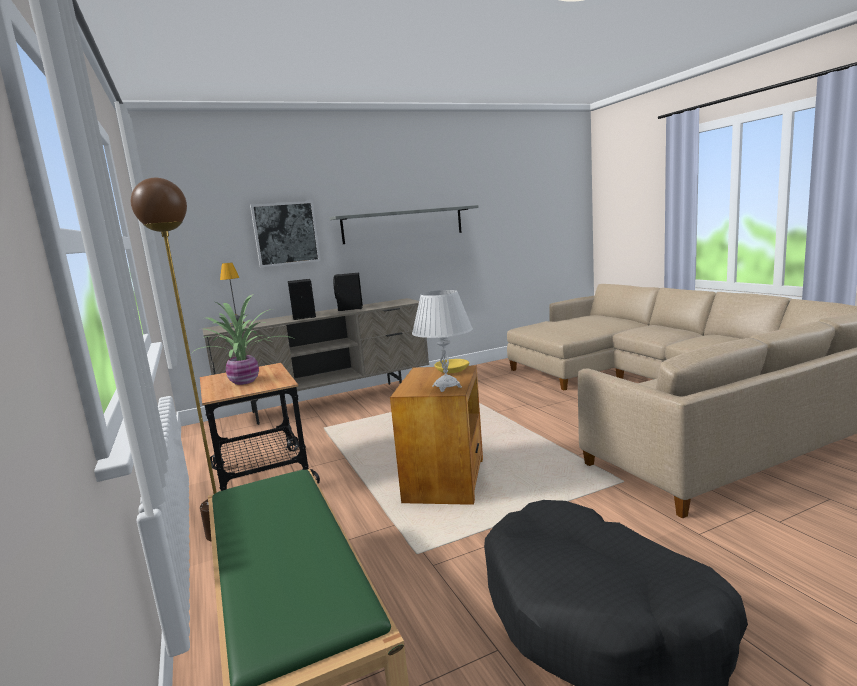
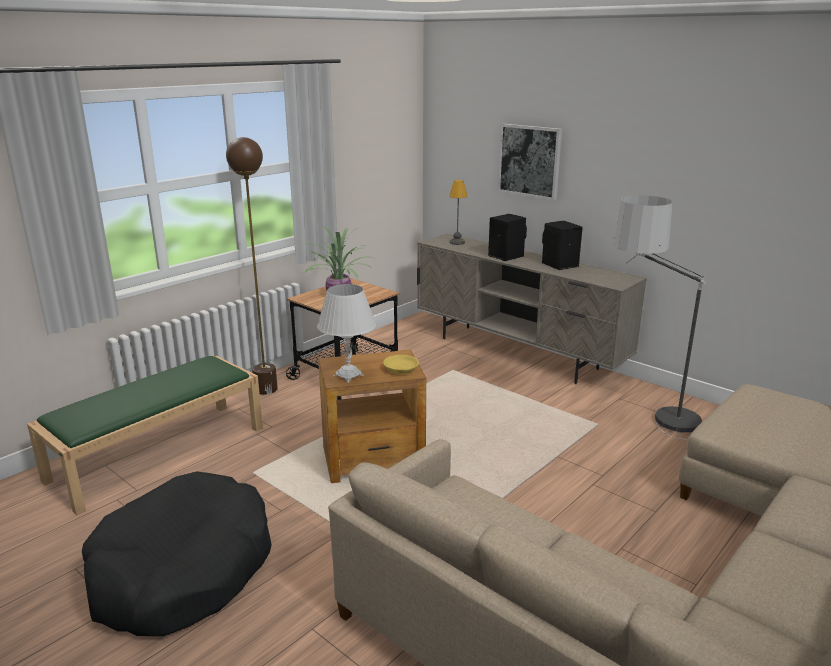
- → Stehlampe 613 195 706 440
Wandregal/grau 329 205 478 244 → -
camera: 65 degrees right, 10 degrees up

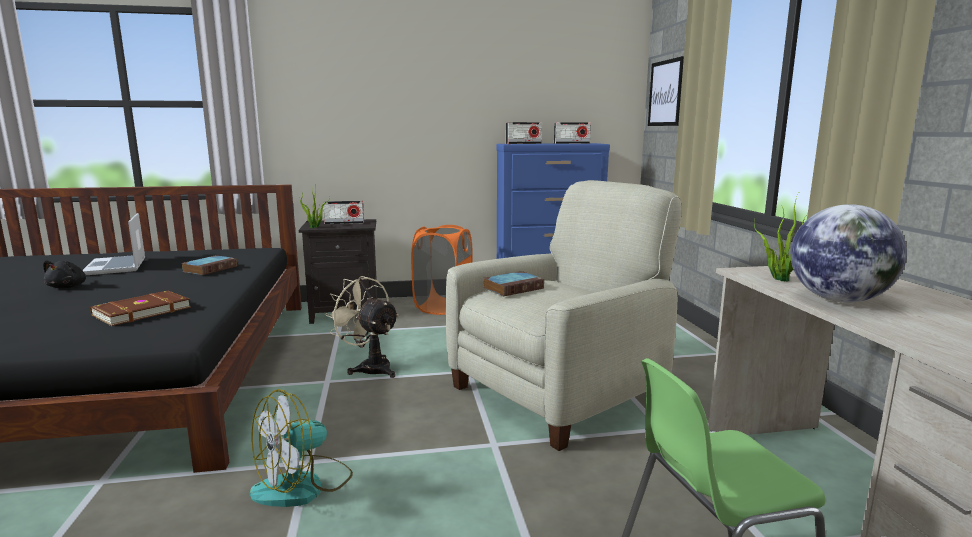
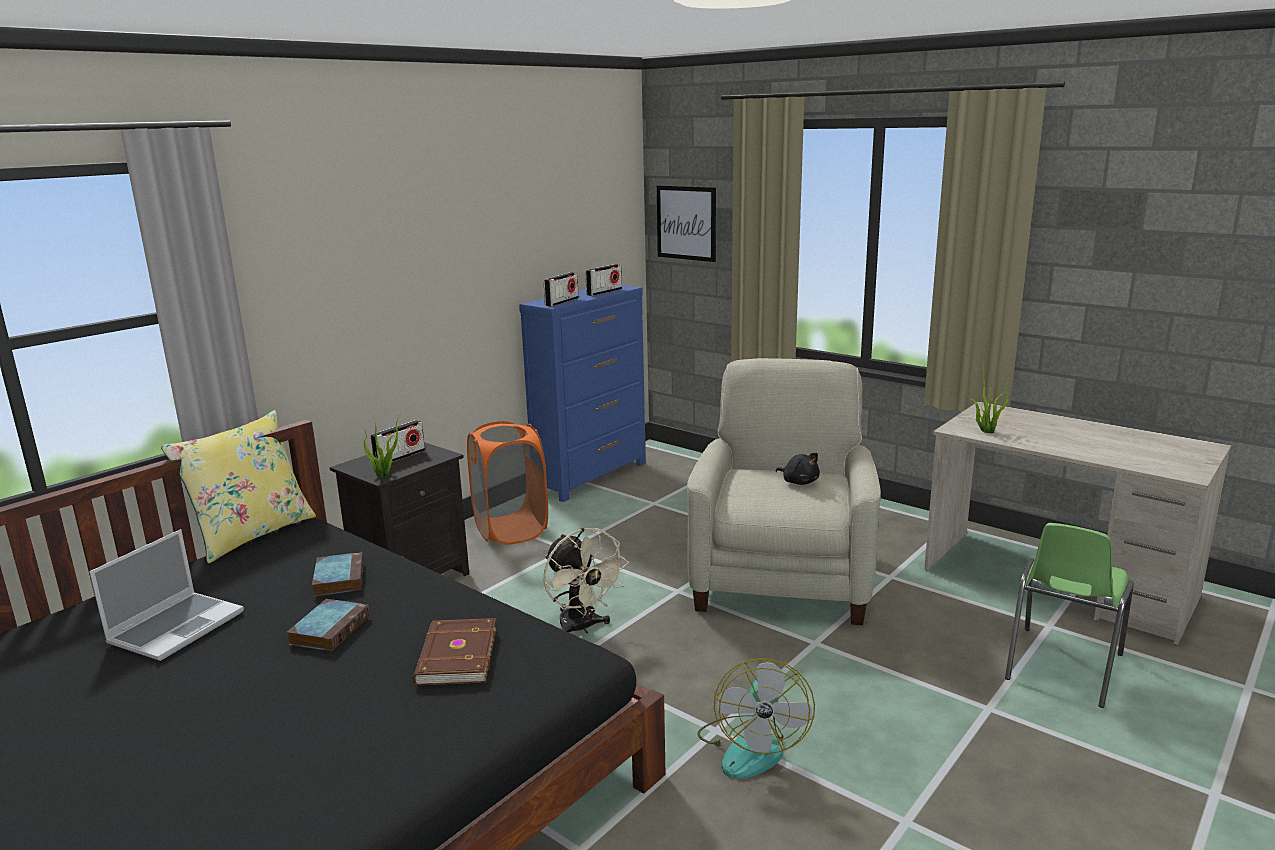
Laptop 82 213 145 275 → Laptop 89 529 244 661, 90 degrees counterclockwise
- → Kissen/gelb 161 410 316 563
Buch 484 271 544 296 → Buch 287 599 370 651, relocated
Ventilator/beige 325 276 399 378 → Ventilator/beige 544 528 629 633, 120 degrees counterclockwise
Plüschtier/schwarz 43 261 86 288 → Plüschtier/schwarz 776 453 820 485, relocated
Globus 790 204 907 303 → -
camera: 40 degrees left, 5 degrees up

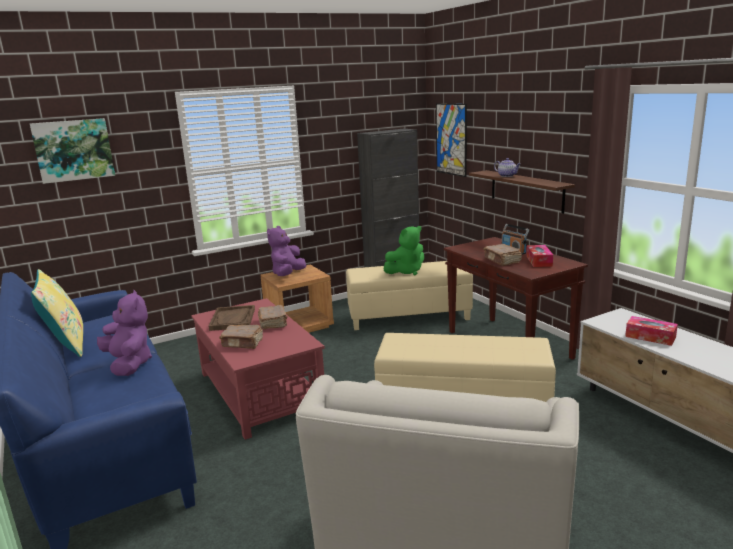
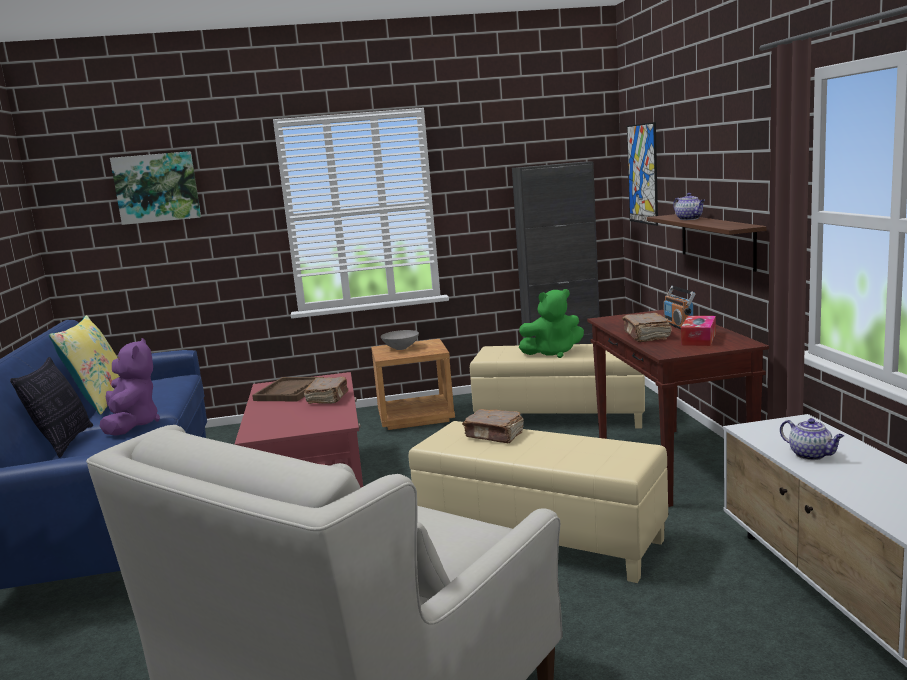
- → Kissen 10 357 93 458
Plüschtier/lila 267 226 306 276 → Schüssel/grau 381 330 419 350
Buch/braun 219 325 263 349 → Buch/braun 462 409 524 443, relocated
Taschentuchbox 625 316 678 346 → Teekanne 780 418 844 460
camera: 20 degrees right, 5 degrees down

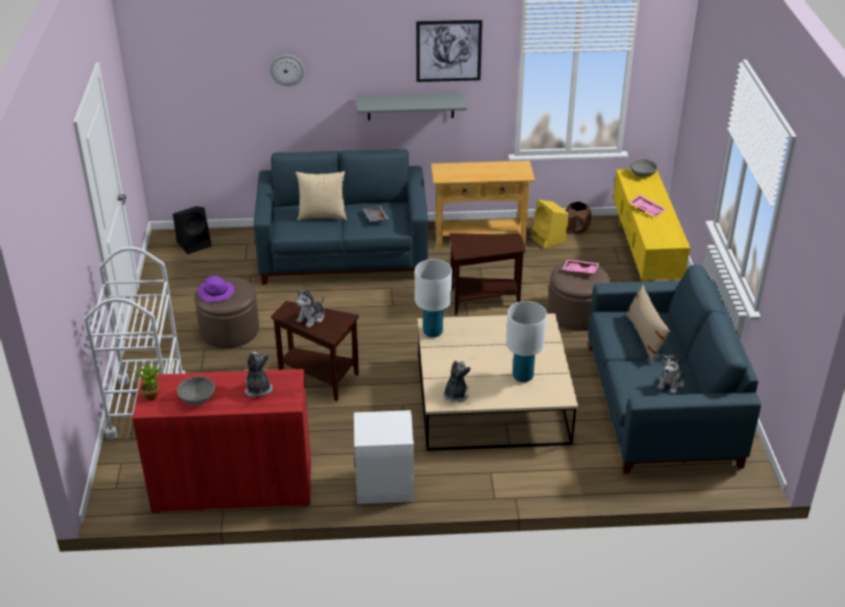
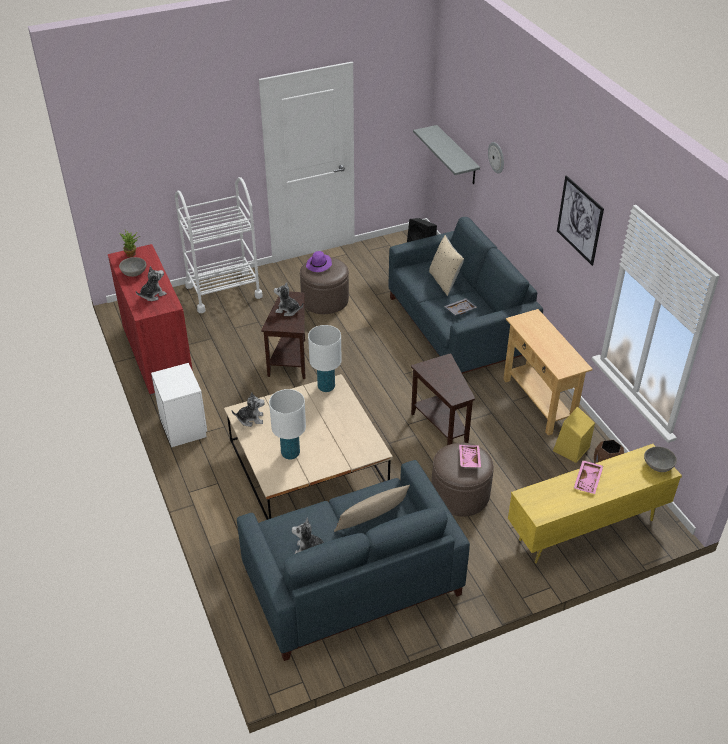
Wandregal/grau 357 93 467 120 → Wandregal/grau 413 125 480 184, relocated
camera: 70 degrees right, 5 degrees up

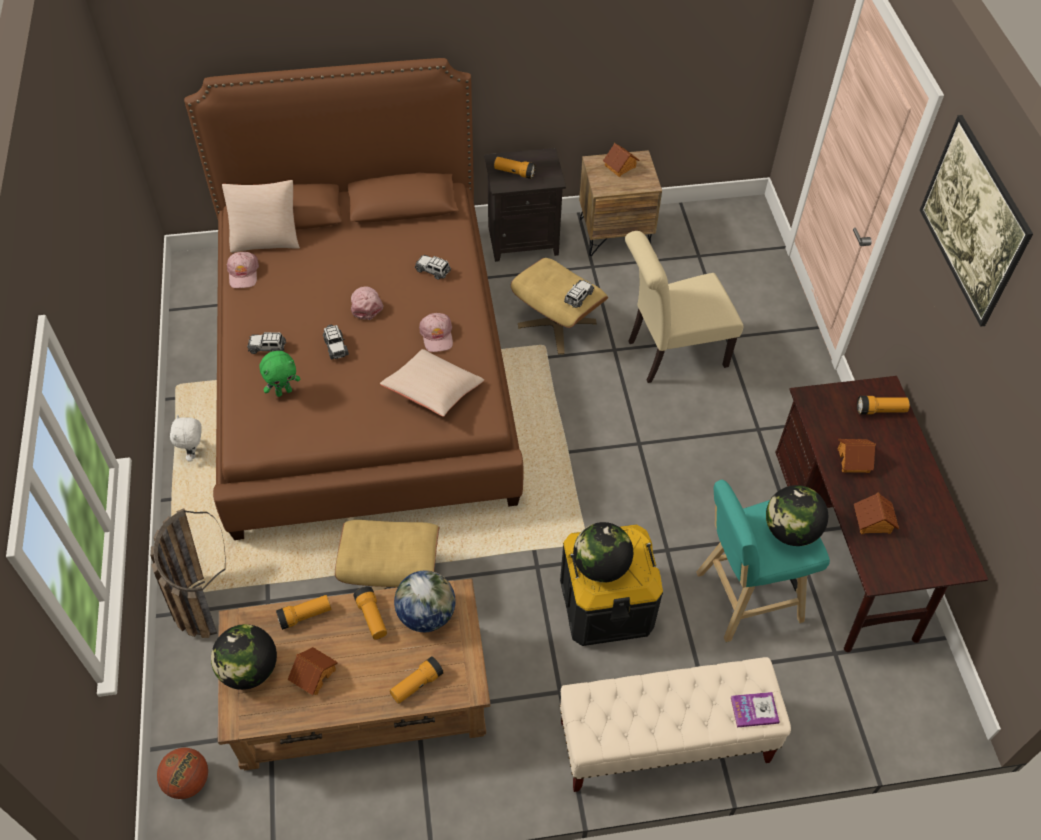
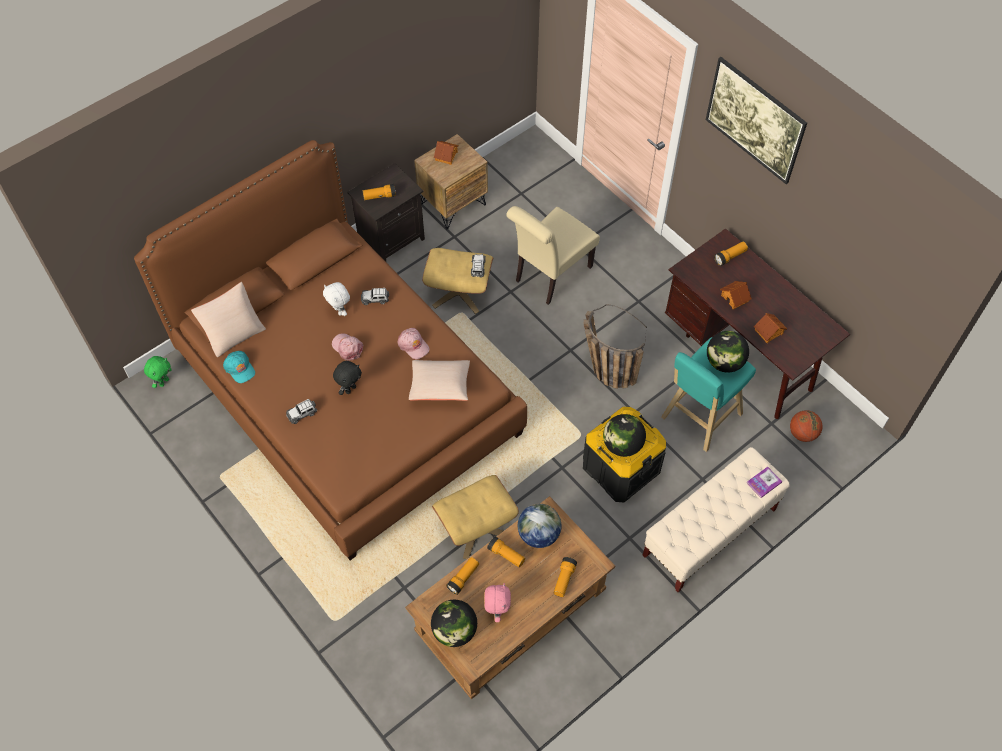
Plüschtier/grün 259 351 301 397 → Plüschtier/grün 144 356 172 388, relocated
Kappe/rosa 227 252 259 288 → Kappe/türkis 223 351 255 383
Plüschtier/weiß 170 414 202 461 → Plüschtier/weiß 323 282 350 316, relocated
Spielzeugauto 323 325 349 359 → Plüschtier/schwarz 333 361 362 395
Spielzeughaus 288 647 338 695 → Plüschtier/rosa 485 583 511 622
Korb 150 509 226 638 → Korb 584 304 647 389, relocated
Basketball 157 748 208 799 → Basketball 790 410 823 442, relocated
camera: 30 degrees left, 5 degrees up

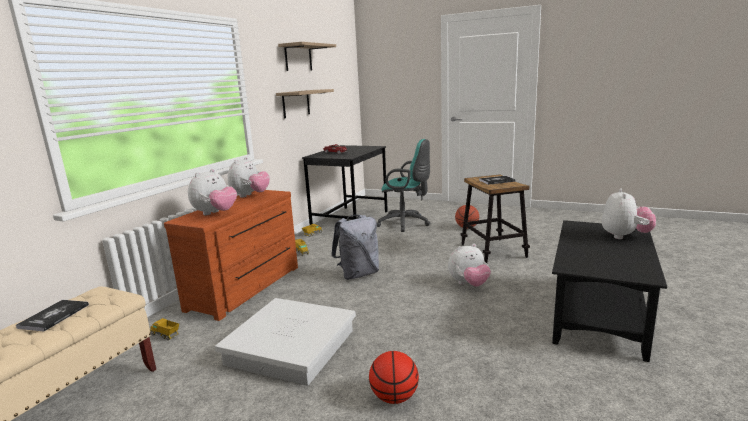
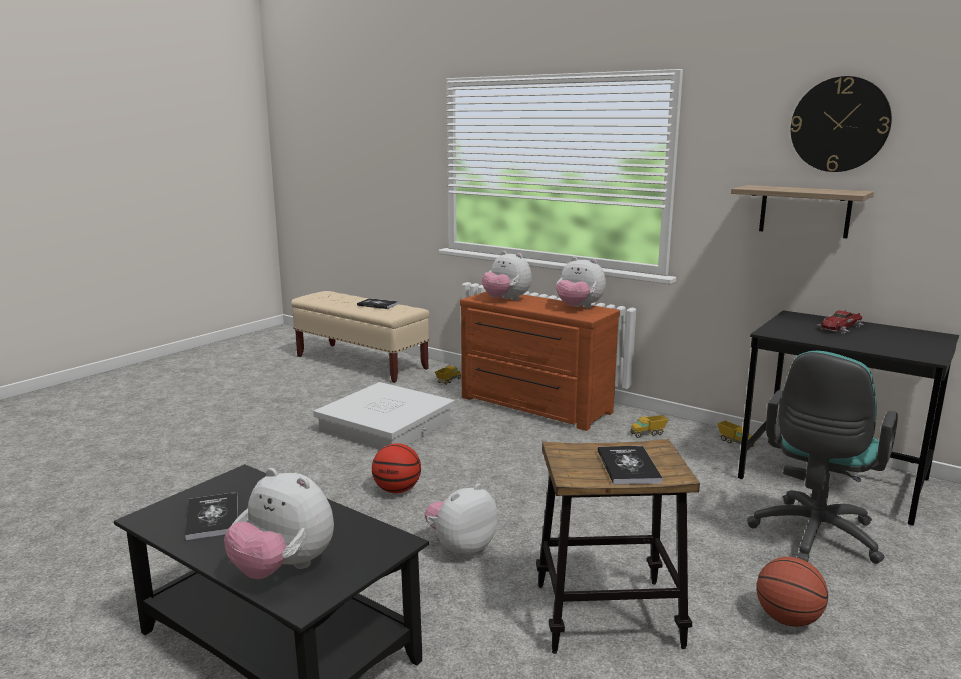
- → Buch 185 492 238 541
Basketball 369 351 419 404 → Basketball 372 443 421 493, relocated
Plüschtier 448 244 491 286 → Plüschtier 424 484 498 558, 60 degrees clockwise
Wandregal 278 42 336 71 → Wanduhr 791 76 892 172
Rucksack/grau 331 215 379 280 → -
camera: 100 degrees right, 0 degrees up

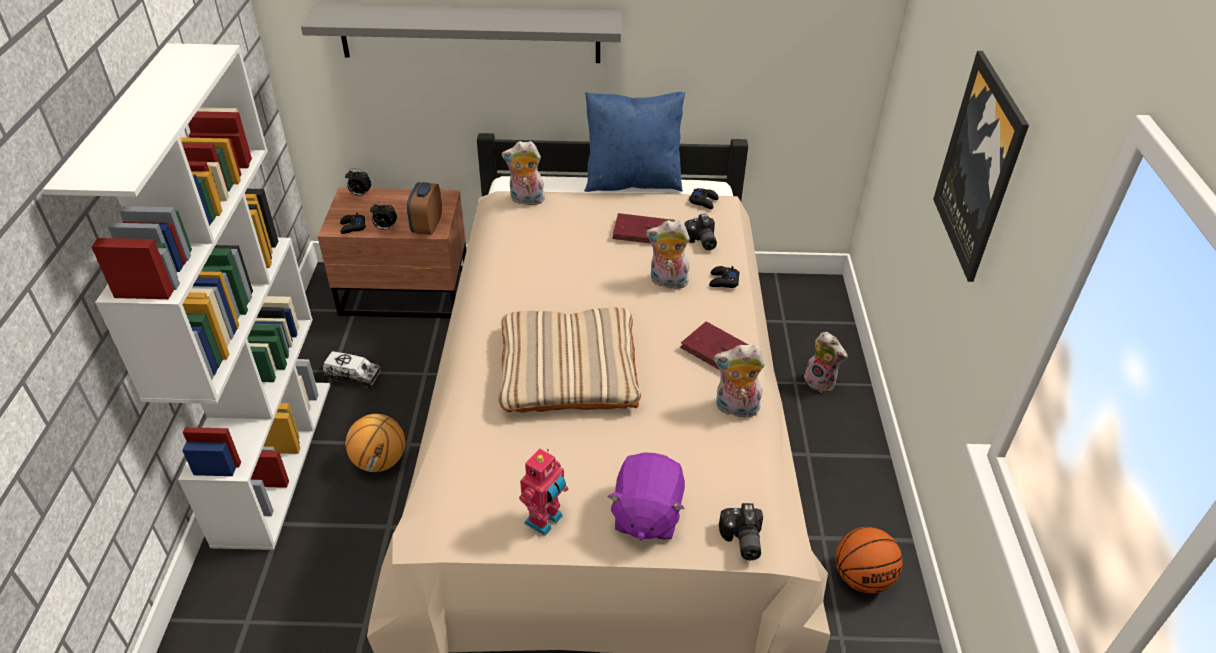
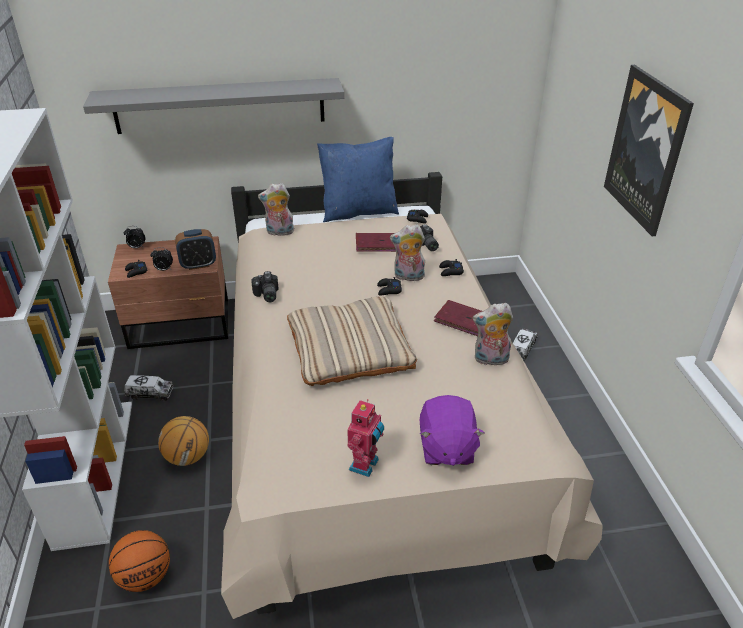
Basketball 835 527 903 593 → Basketball 109 530 170 592, relocated
Wecker 407 182 442 235 → Wecker 175 229 216 270, 105 degrees counterclockwise
Kamera 719 503 763 560 → Kamera 251 271 279 302, relocated
- → Gamepad/schwarz 377 277 402 296
Plüschtier 804 332 848 393 → Spielzeuglaster 513 328 538 361
camera: 10 degrees left, 5 degrees down

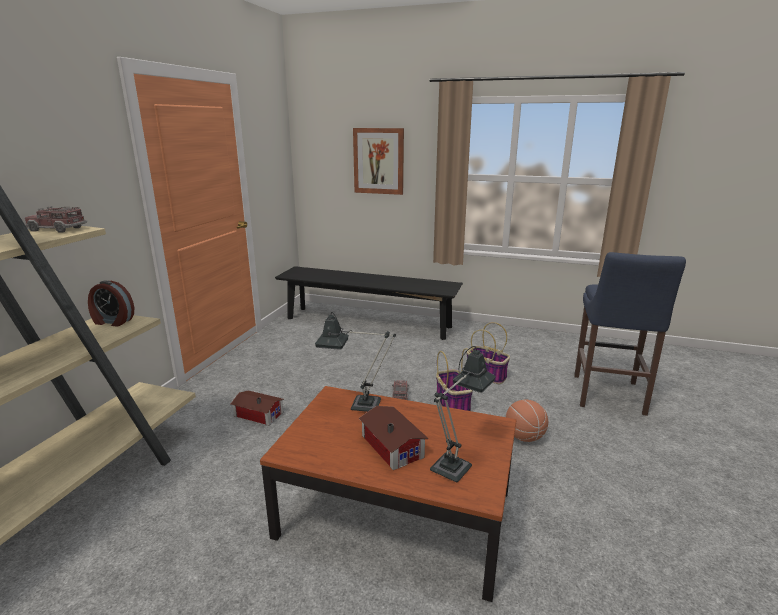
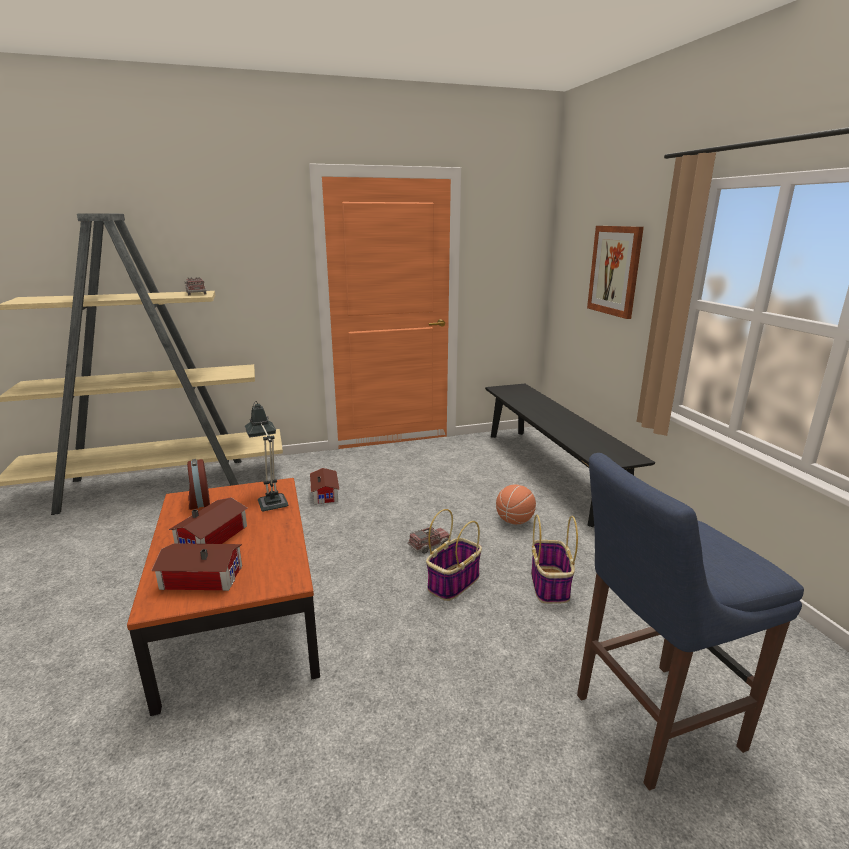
Tischlampe 430 346 496 482 → Spielzeughaus 151 543 242 591
Wecker 88 281 134 326 → Wecker 187 459 210 510, relocated
Basketball 506 399 548 442 → Basketball 496 484 536 524, relocated
camera: 55 degrees right, 0 degrees up

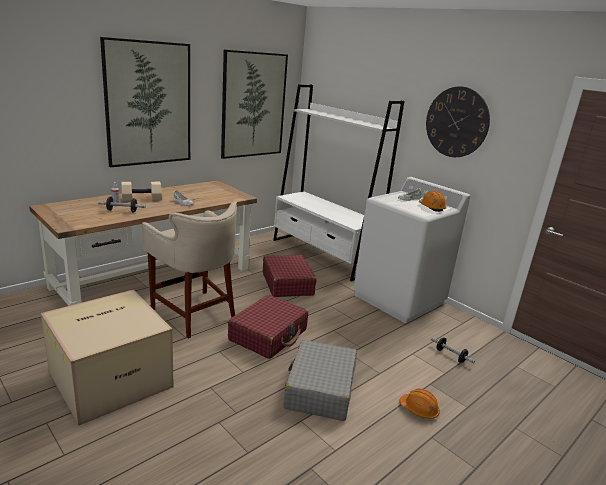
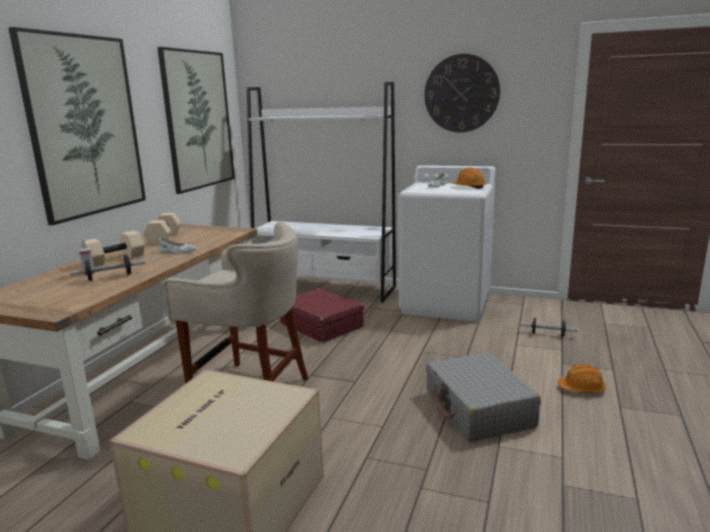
- → Hantel/beige 143 213 181 245
Koffer/rot 228 295 308 359 → -
camera: 25 degrees left, 5 degrees down

